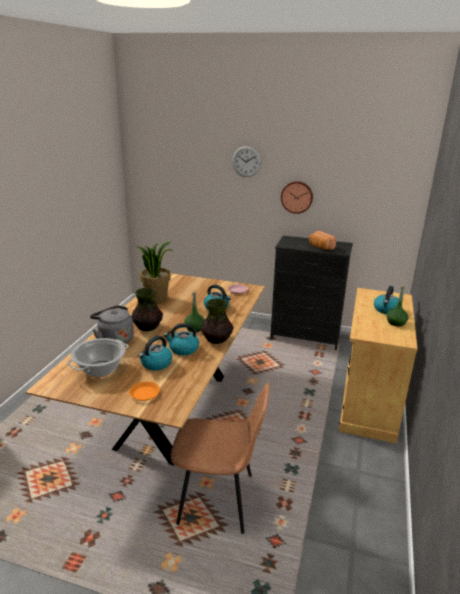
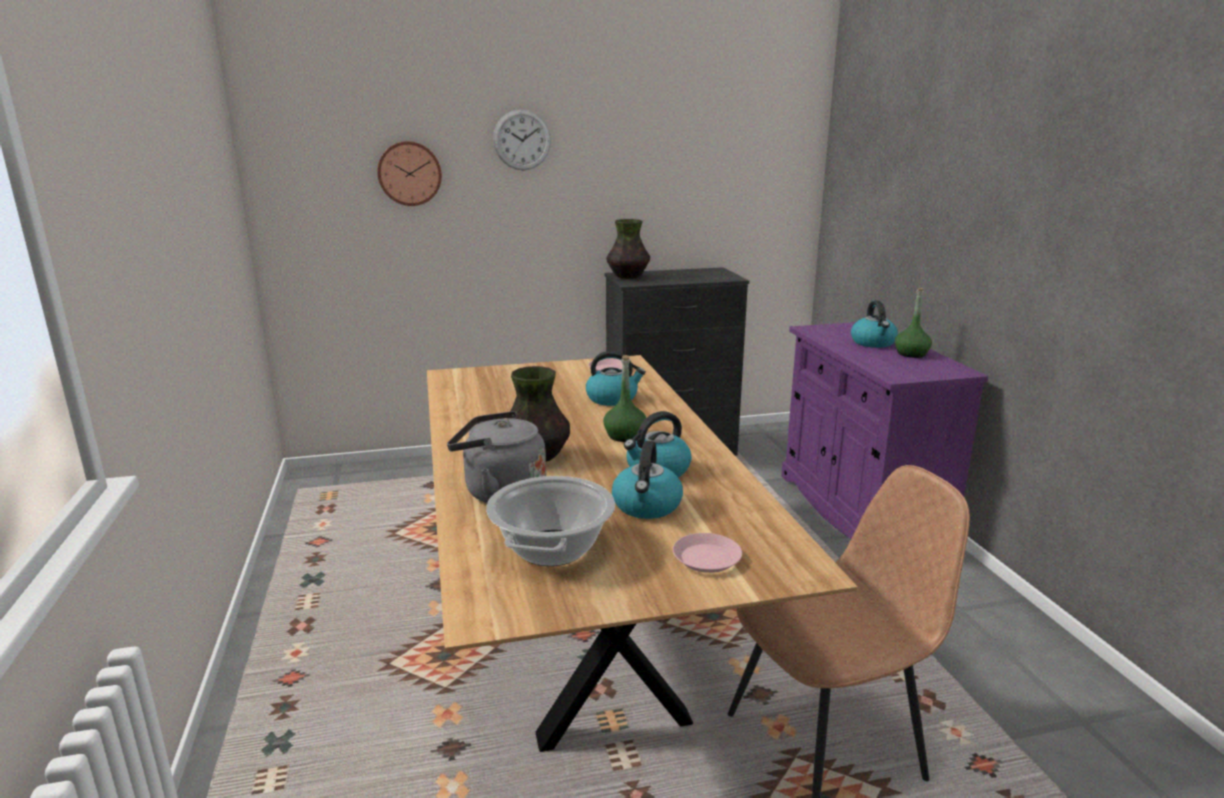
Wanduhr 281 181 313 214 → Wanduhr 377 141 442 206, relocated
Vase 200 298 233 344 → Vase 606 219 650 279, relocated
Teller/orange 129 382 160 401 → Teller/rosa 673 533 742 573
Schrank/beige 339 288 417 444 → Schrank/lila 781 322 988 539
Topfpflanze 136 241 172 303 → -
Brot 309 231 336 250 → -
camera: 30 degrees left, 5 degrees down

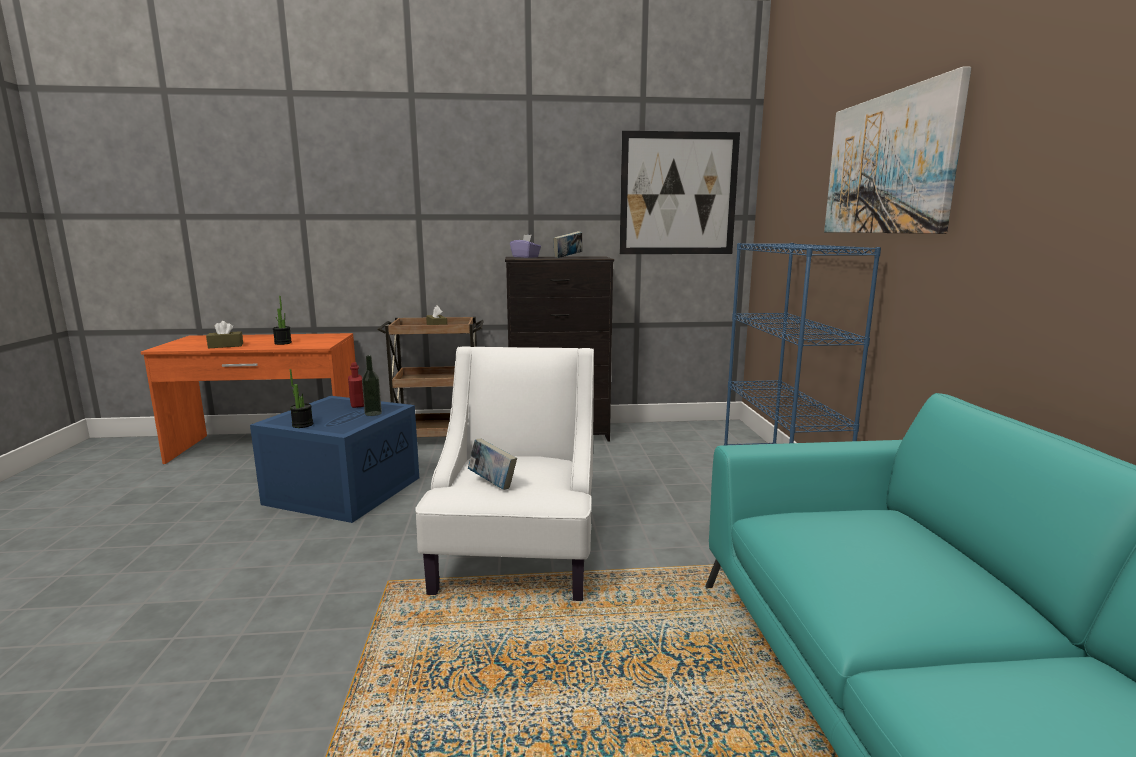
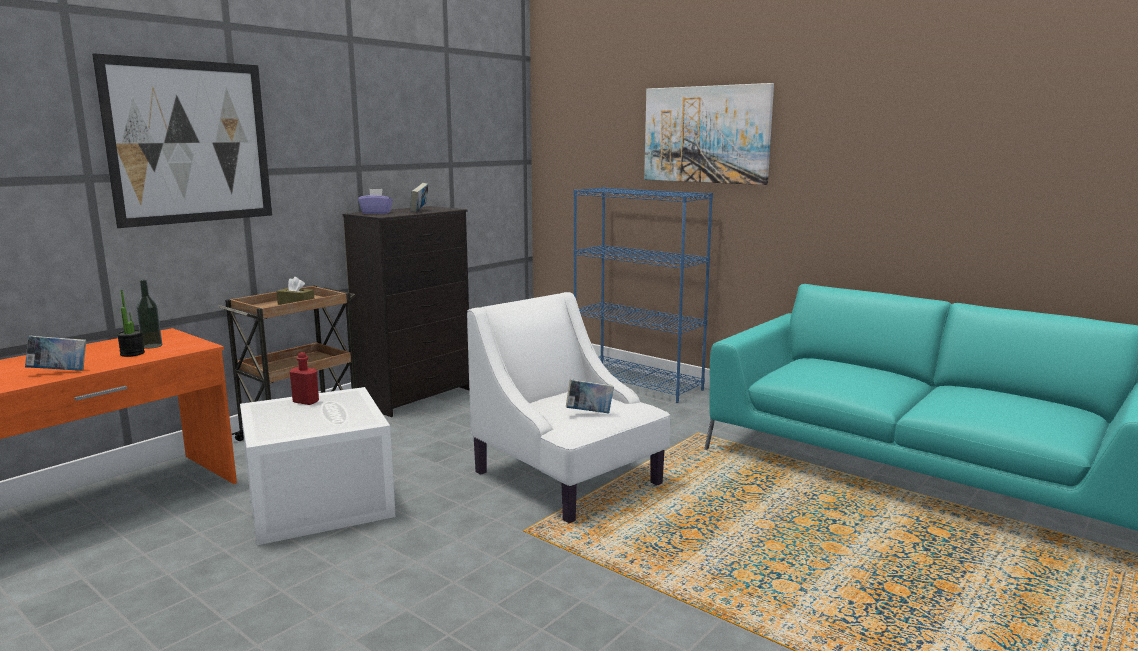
Taschentuchbox/braun 206 321 243 348 → Buch 25 336 86 371
Bild 620 131 740 254 → Bild 92 53 272 228, relocated
Flasche 362 355 382 416 → Flasche 136 280 162 349, relocated
Aufbewahrungsbox/blau 250 396 419 523 → Aufbewahrungsbox/weiß 240 387 396 545
Topfpflanze 290 369 313 428 → -
camera: 45 degrees left, 0 degrees up

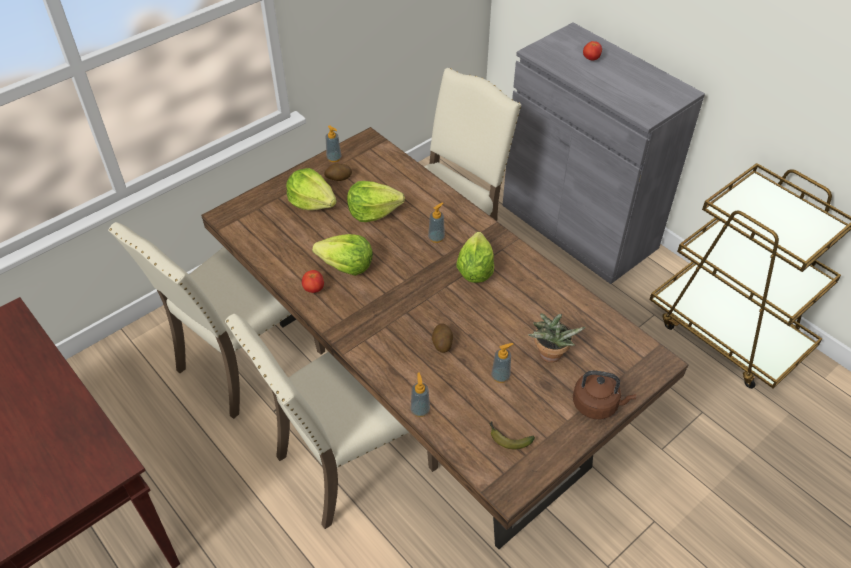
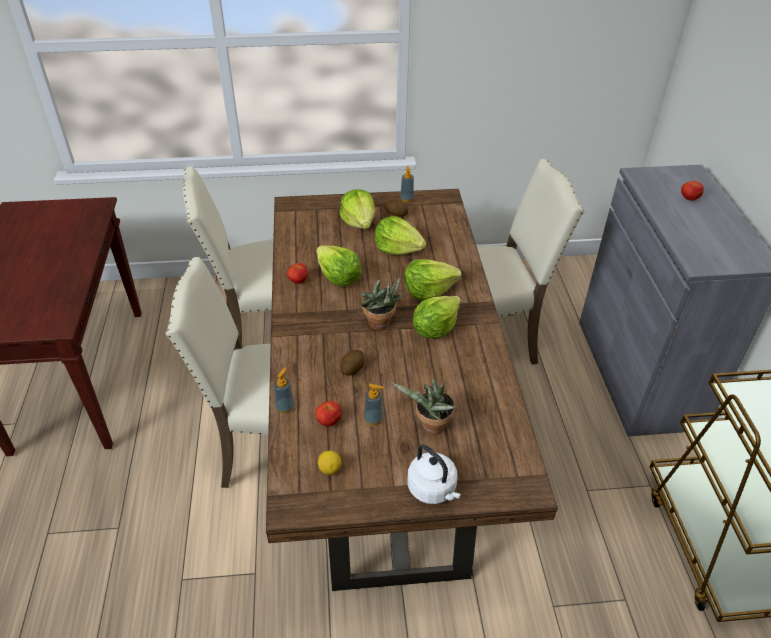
- → Tomate 315 401 342 427
Banane 489 421 535 449 → Zitrone 318 451 341 475
- → Topfpflanze 360 276 404 330
Seifenspender 428 202 445 243 → Salatkopf 404 259 461 300
Wasserkessel/braun 573 371 636 419 → Wasserkessel/weiß 407 444 461 504
camera: 35 degrees right, 5 degrees down

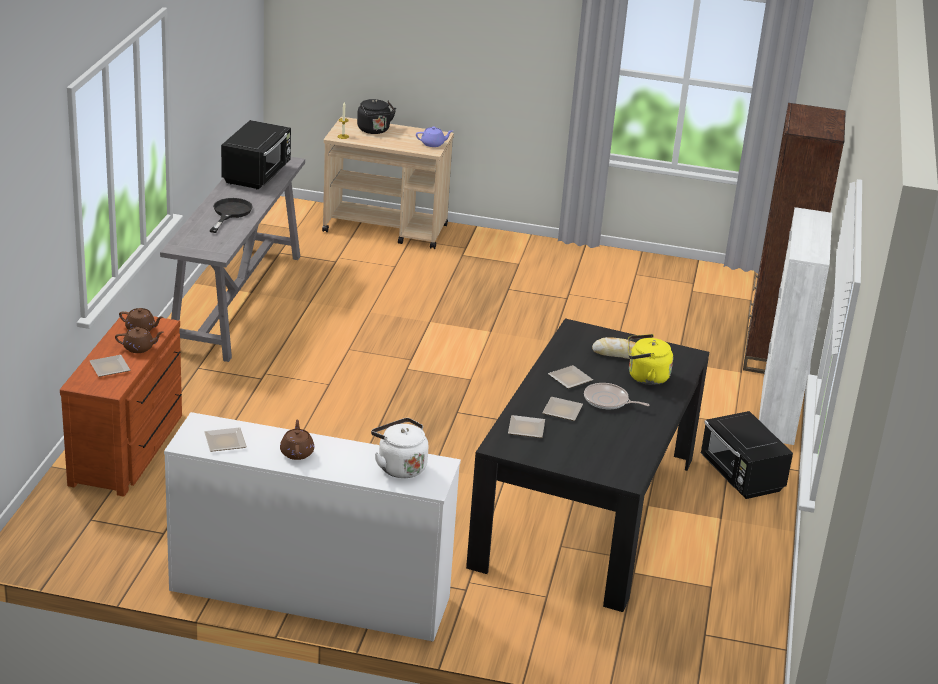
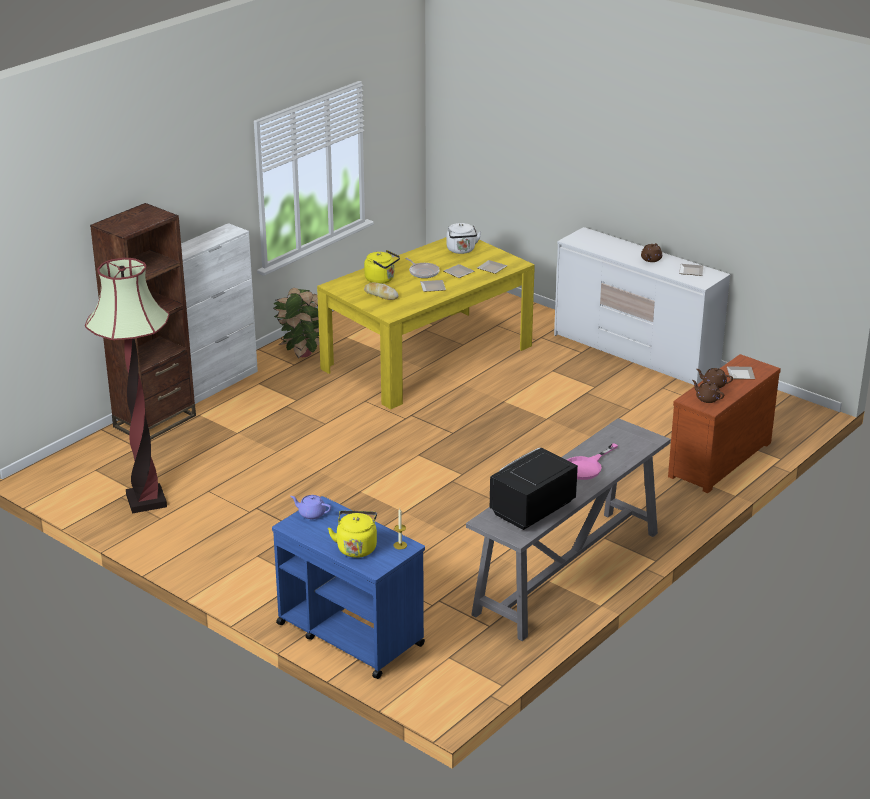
- → Stehlampe 85 258 169 514
Rollwagen/beige 322 117 454 249 → Rollwagen/blau 272 496 425 679
Mikrowelle/schwarz 700 411 793 499 → Topfpflanze 273 288 319 358
Esstisch/schwarz 466 318 709 612 → Esstisch/gelb 317 237 535 410
Wasserkessel/schwarz 357 99 396 134 → Wasserkessel/gelb 328 511 377 558
Wasserkessel/weiß 371 418 428 478 → Wasserkessel/weiß 446 223 482 254, relocated
Pfanne/schwarz 210 198 253 233 → Pfanne/rosa 567 443 618 480
camera: 150 degrees left, 0 degrees up

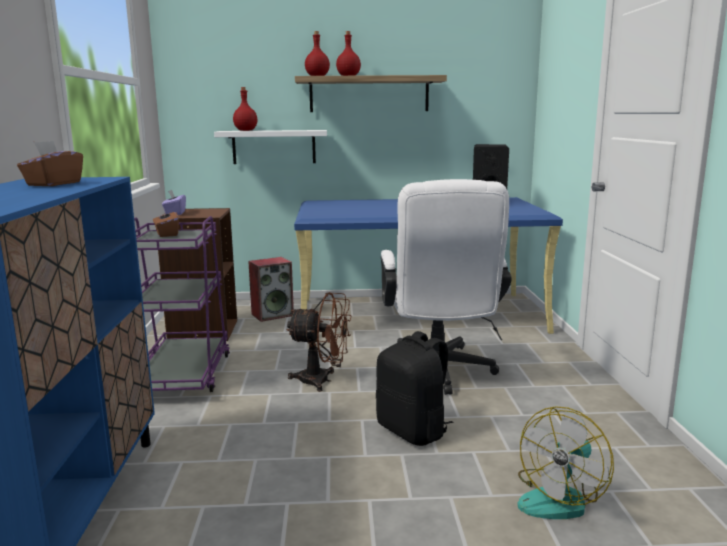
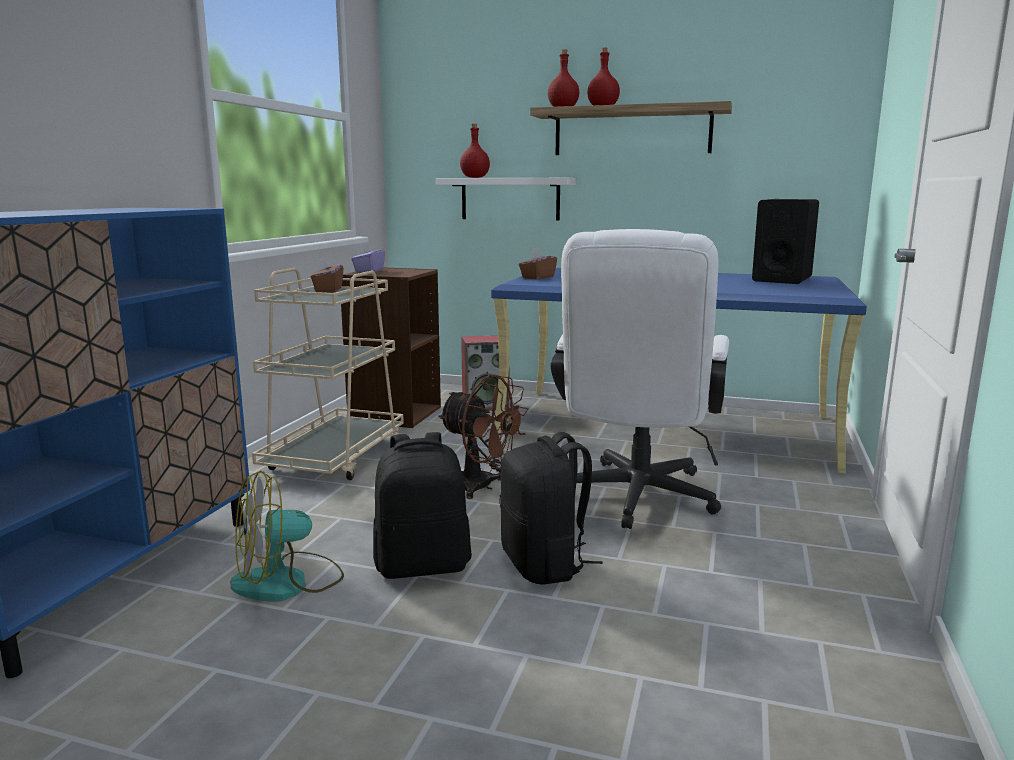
Ventilator 517 406 614 519 → Ventilator 230 471 344 602, relocated
Rollwagen/lila 134 216 230 392 → Rollwagen/beige 252 268 404 480
- → Rucksack/schwarz 373 432 472 579
Taschentuchbox/braun 17 141 83 186 → Taschentuchbox/braun 519 248 557 279, relocated
camera: 20 degrees right, 0 degrees up

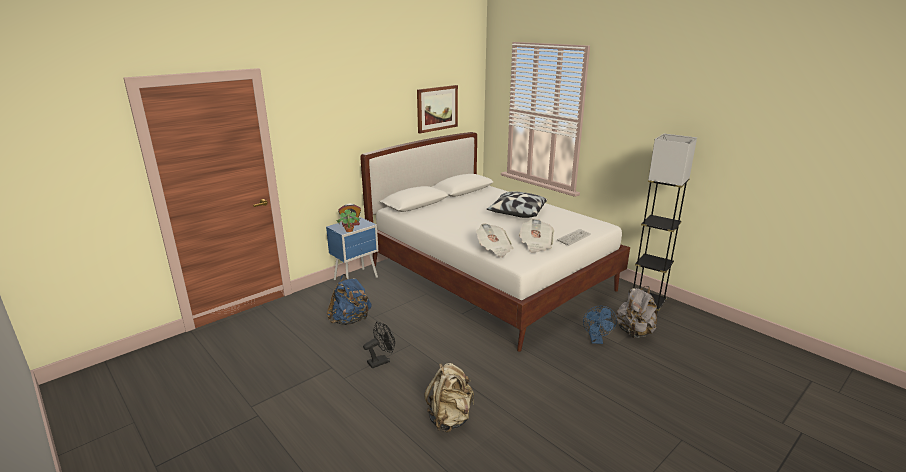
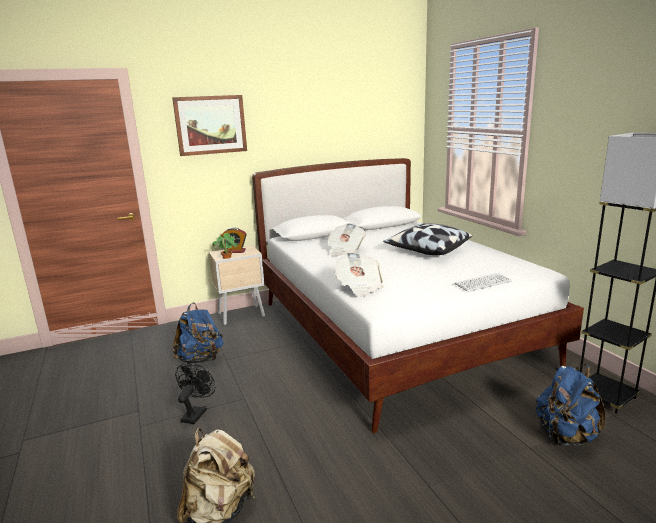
Bild 417 85 458 133 → Bild 172 95 247 156, relocated
Ventilator/schwarz 363 322 395 368 → Ventilator/schwarz 175 363 216 424, 60 degrees counterclockwise
Nachttisch/blau 326 217 378 280 → Nachttisch/beige 209 245 265 325
Zeitung 519 219 554 253 → Zeitung 327 223 366 256, relocated
Rucksack/grau 616 286 657 338 → Rucksack/blau 536 364 606 445
Ventilator/blau 583 306 617 344 → -
camera: 20 degrees right, 5 degrees down

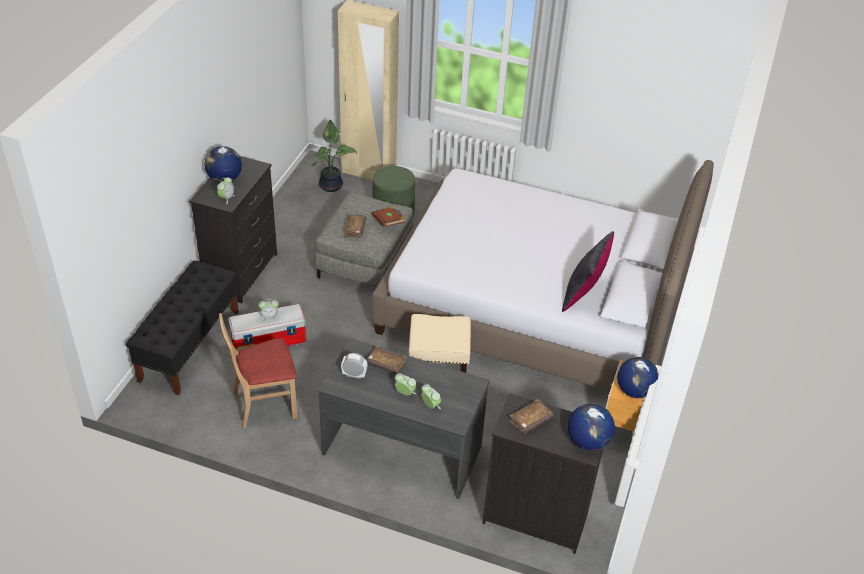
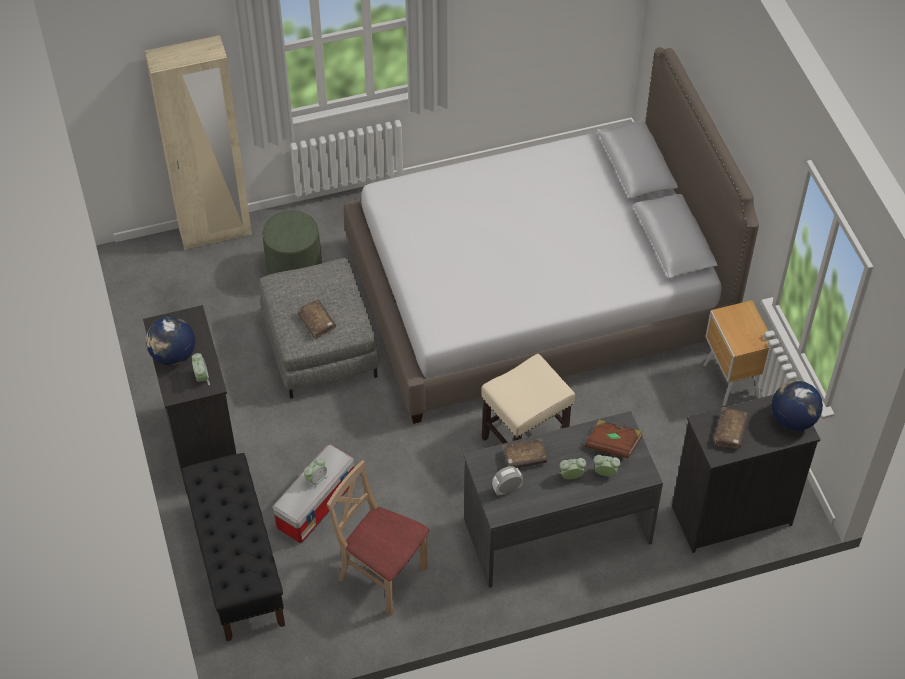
Stuhl/beige 219 313 297 428 → Stuhl/beige 327 460 429 616, 90 degrees clockwise
Buch/braun 372 206 405 227 → Buch/braun 585 420 643 459, relocated
Topfpflanze 311 120 357 192 → -
Kissen/schwarz 562 231 614 312 → -
Globus 617 357 659 398 → -
camera: 35 degrees left, 10 degrees up

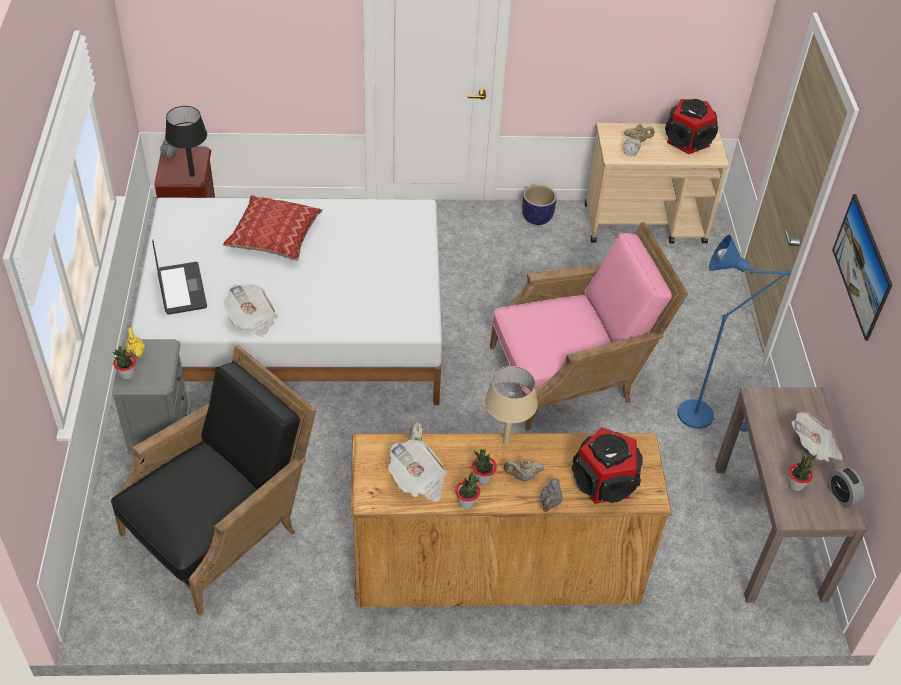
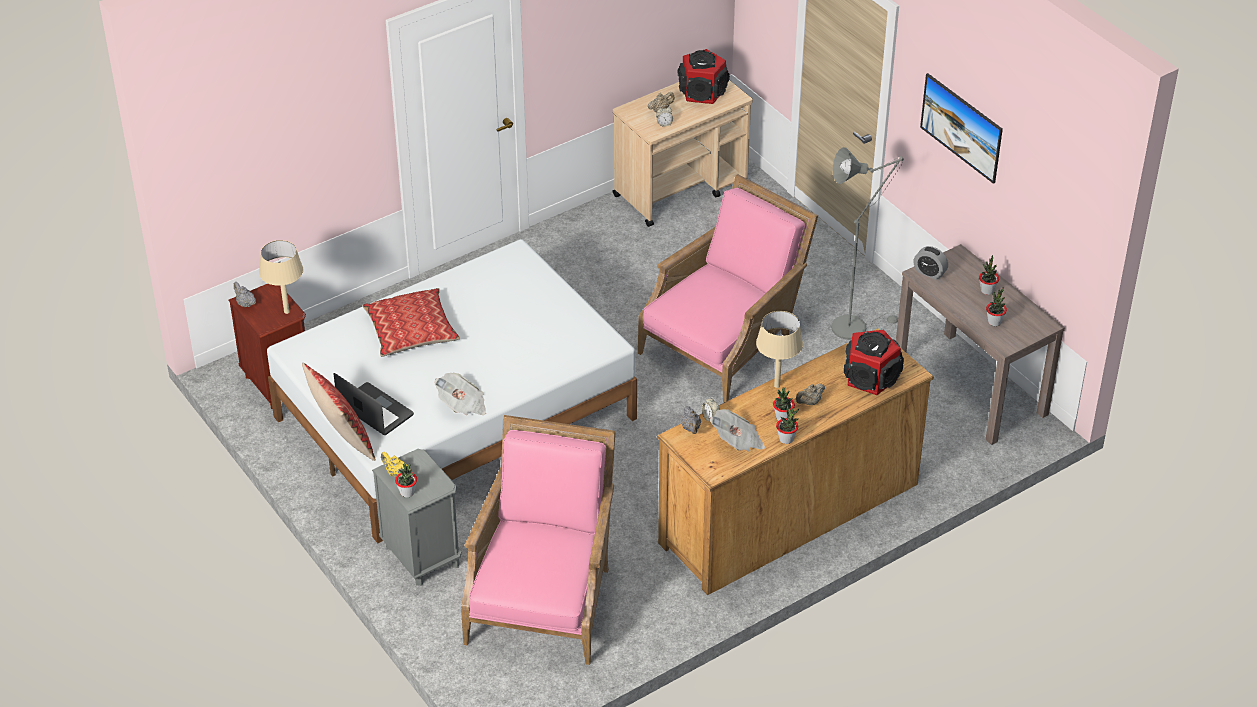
Tischlampe/schwarz 165 106 207 177 → Tischlampe/beige 259 240 303 314
- → Kissen 302 363 375 461
Sessel/schwarz 111 345 316 616 → Sessel/rosa 461 415 616 665
Teekanne/grau 540 478 563 512 → Teekanne/grau 681 406 701 434, relocated
Stehlampe/blau 678 235 791 432 → Stehlampe/grau 831 147 904 340
Wecker 827 466 865 508 → Wecker 914 246 948 280, relocated
Zeitung 792 412 843 462 → Topfpflanze 979 255 999 295
Pflanzkübel 522 185 556 225 → -
camera: 30 degrees left, 5 degrees down

